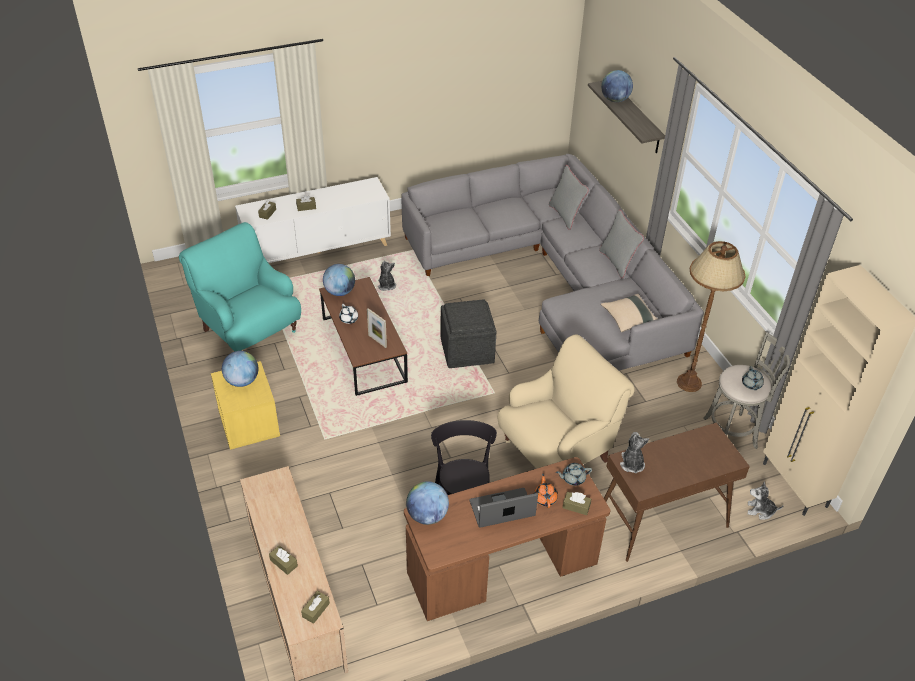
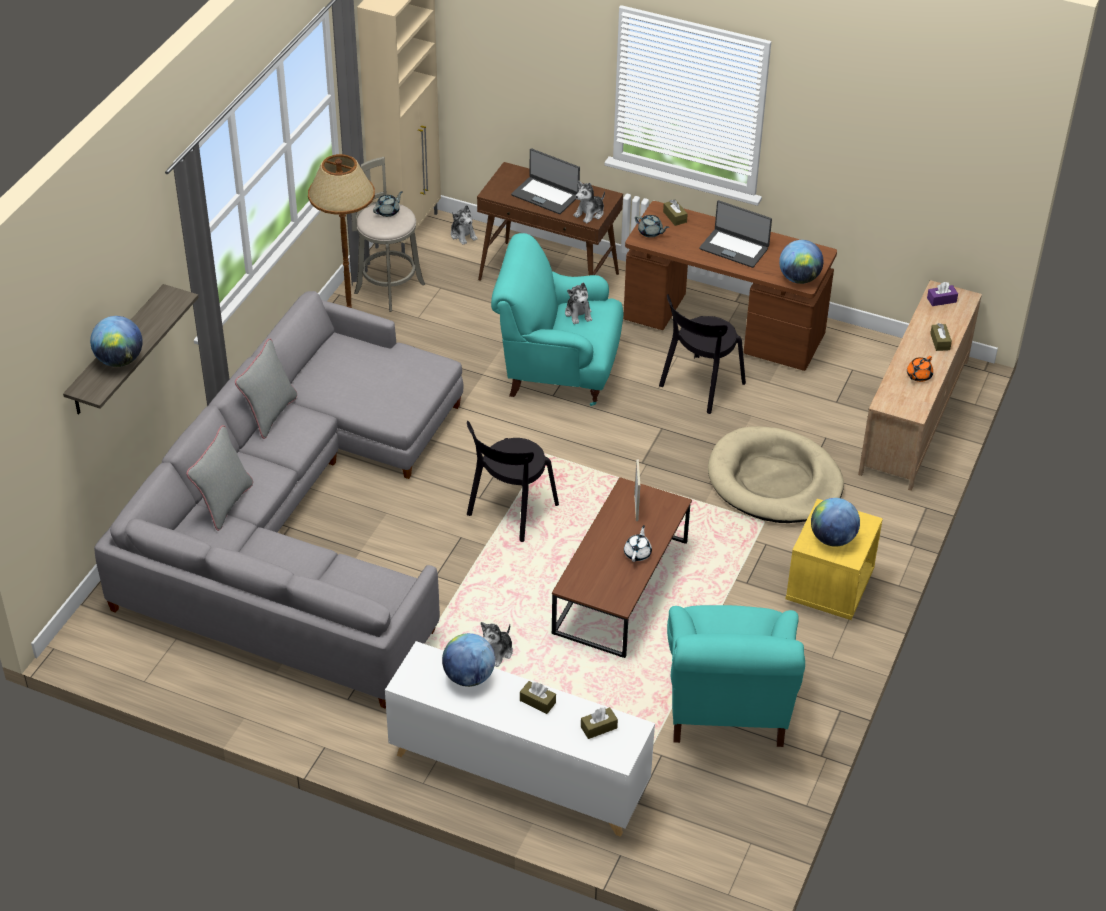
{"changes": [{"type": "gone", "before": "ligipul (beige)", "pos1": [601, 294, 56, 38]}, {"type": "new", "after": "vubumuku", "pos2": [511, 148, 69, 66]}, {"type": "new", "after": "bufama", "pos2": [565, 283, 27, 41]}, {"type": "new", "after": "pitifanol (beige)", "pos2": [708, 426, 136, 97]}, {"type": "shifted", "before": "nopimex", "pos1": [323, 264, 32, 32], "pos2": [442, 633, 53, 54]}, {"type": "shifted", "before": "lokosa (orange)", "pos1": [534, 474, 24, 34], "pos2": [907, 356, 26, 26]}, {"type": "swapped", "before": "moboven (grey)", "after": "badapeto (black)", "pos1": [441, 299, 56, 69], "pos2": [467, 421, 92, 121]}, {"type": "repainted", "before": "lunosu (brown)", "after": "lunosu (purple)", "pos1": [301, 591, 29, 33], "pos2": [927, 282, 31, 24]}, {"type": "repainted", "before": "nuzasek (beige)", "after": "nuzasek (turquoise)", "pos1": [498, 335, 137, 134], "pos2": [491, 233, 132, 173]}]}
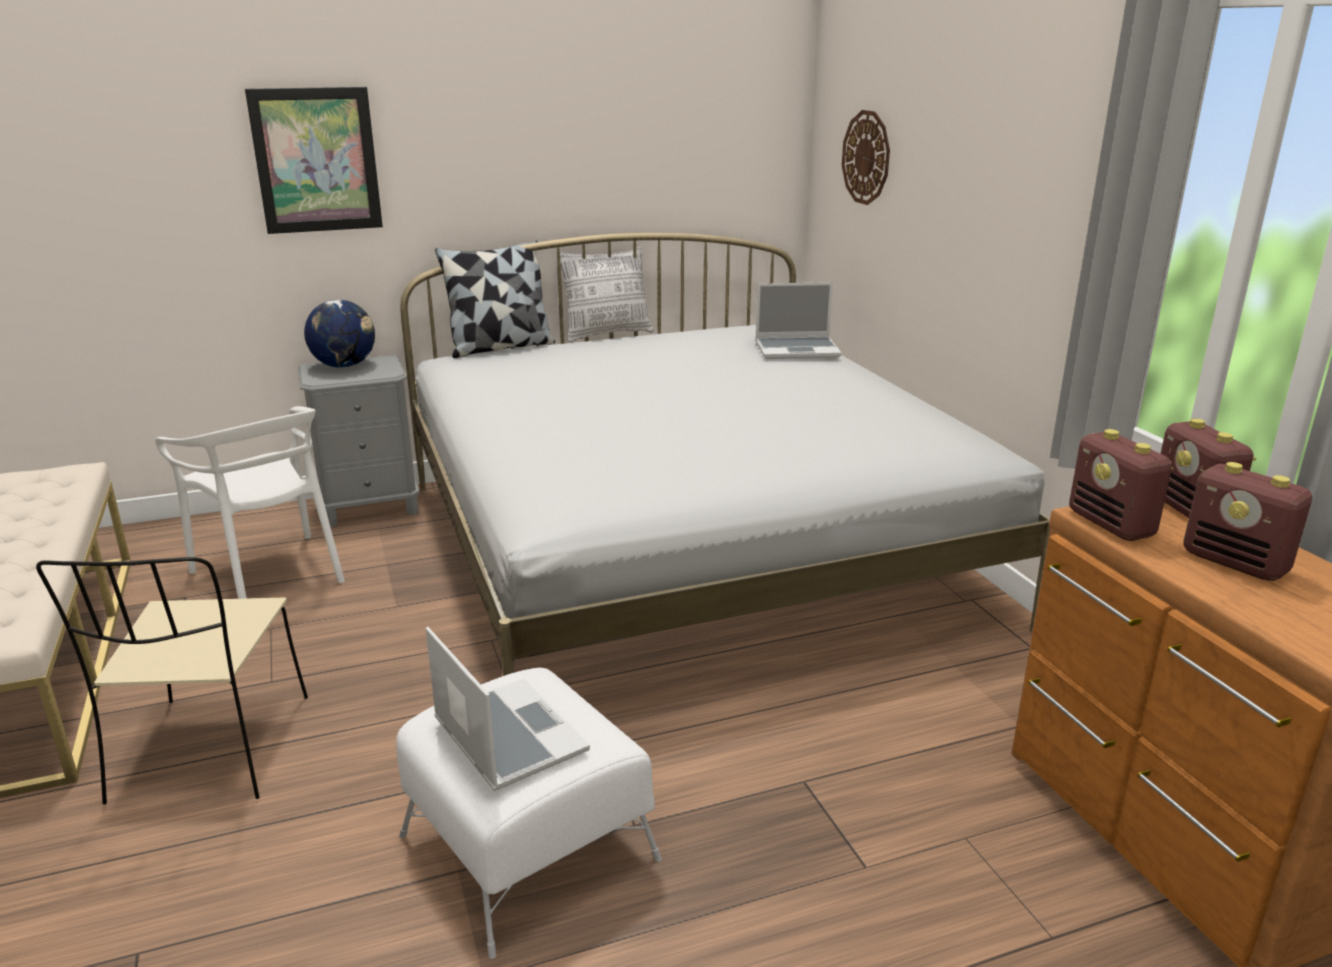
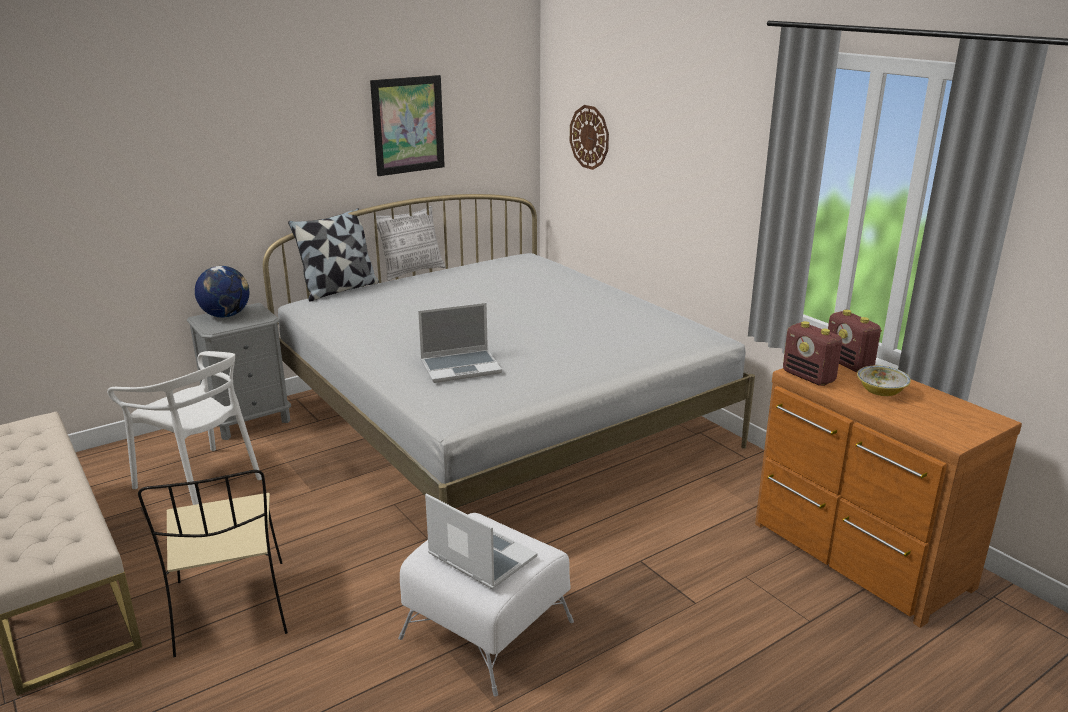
{"changes": [{"type": "shifted", "before": "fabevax", "pos1": [245, 87, 138, 147], "pos2": [370, 75, 75, 101]}, {"type": "shifted", "before": "vubumuku", "pos1": [755, 282, 87, 77], "pos2": [418, 303, 84, 80]}, {"type": "swapped", "before": "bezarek", "after": "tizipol", "pos1": [1183, 462, 129, 119], "pos2": [857, 365, 54, 31]}]}
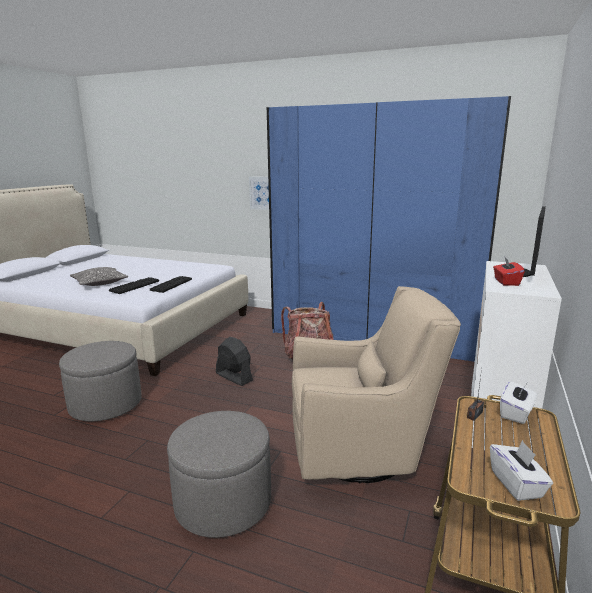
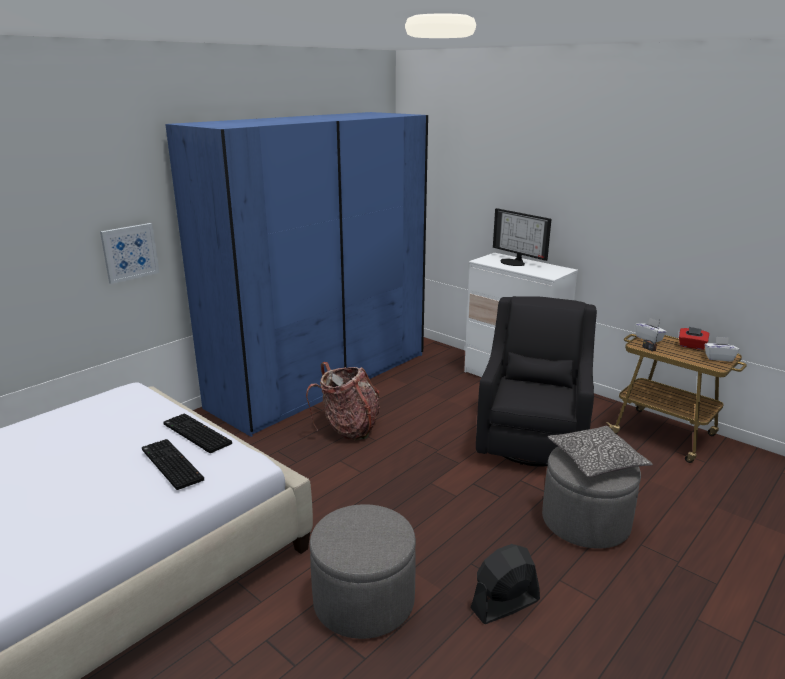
{"changes": [{"type": "shifted", "before": "ligipul", "pos1": [70, 267, 58, 19], "pos2": [548, 426, 105, 51]}, {"type": "shifted", "before": "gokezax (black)", "pos1": [216, 337, 37, 49], "pos2": [470, 544, 70, 80]}, {"type": "shifted", "before": "lunosu (red)", "pos1": [493, 256, 32, 30], "pos2": [679, 327, 30, 23]}, {"type": "repainted", "before": "nuzasek (beige)", "after": "nuzasek (black)", "pos1": [292, 286, 169, 197], "pos2": [476, 296, 121, 171]}]}
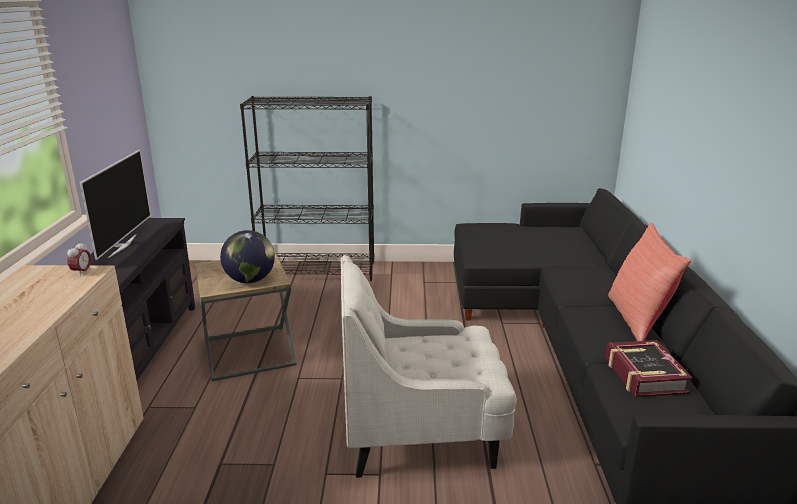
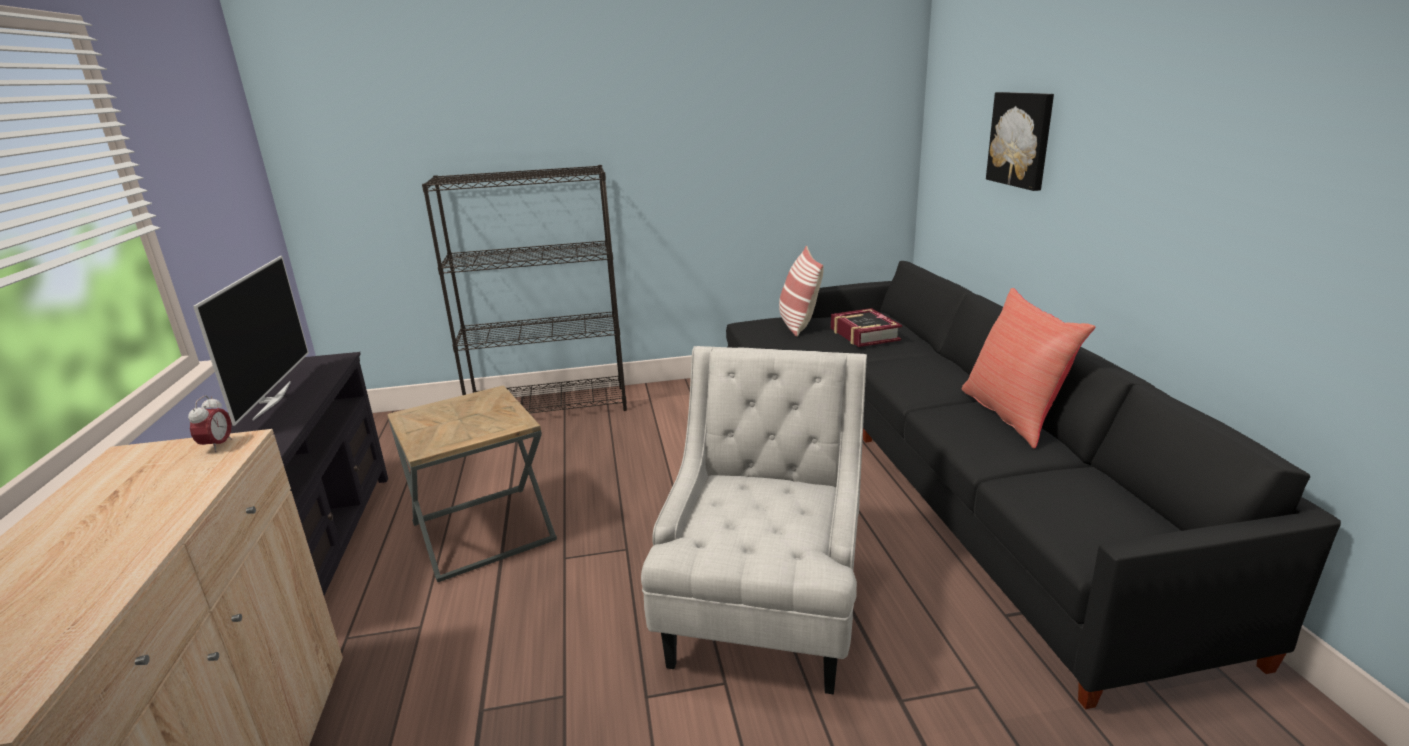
{"changes": [{"type": "gone", "before": "nopimex", "pos1": [220, 230, 55, 53]}, {"type": "new", "after": "ligipul", "pos2": [779, 246, 45, 91]}, {"type": "new", "after": "fabevax", "pos2": [986, 92, 68, 99]}, {"type": "shifted", "before": "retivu", "pos1": [605, 340, 88, 57], "pos2": [831, 308, 71, 39]}, {"type": "rotated", "before": "nuzasek (white)", "pos1": [341, 256, 176, 222], "pos2": [641, 346, 226, 348], "turn": 120}]}
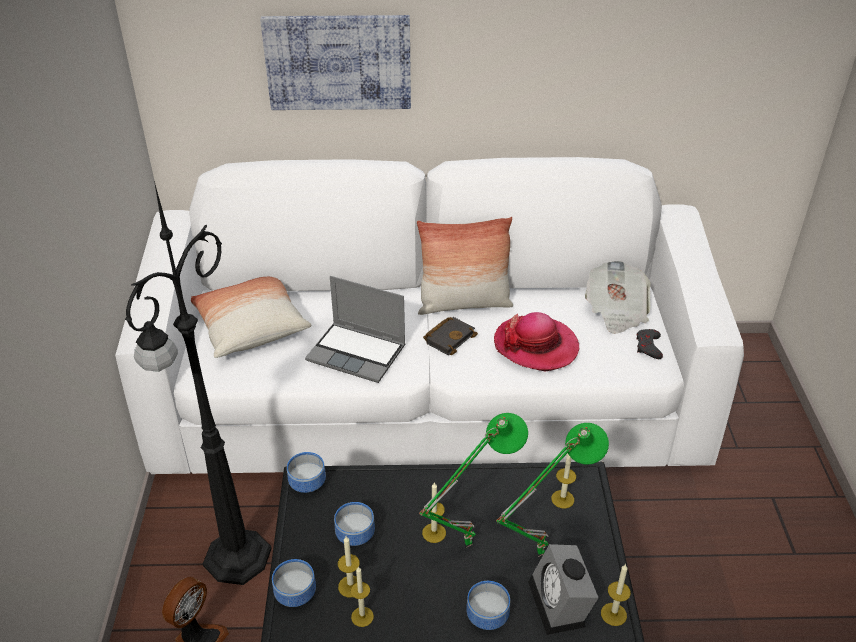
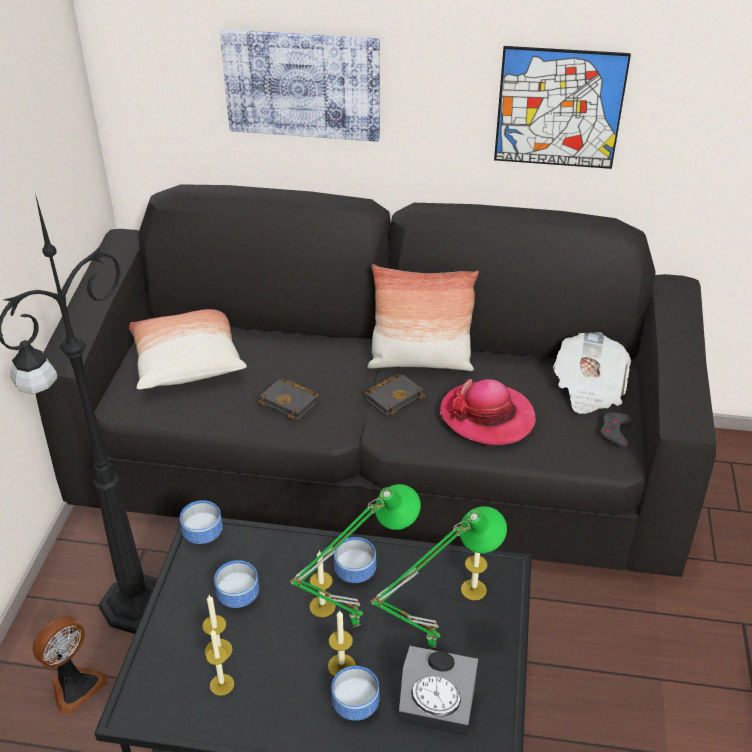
{"changes": [{"type": "new", "after": "fabevax", "pos2": [494, 46, 137, 123]}, {"type": "shifted", "before": "tizipol", "pos1": [272, 559, 44, 48], "pos2": [334, 537, 42, 46]}, {"type": "shifted", "before": "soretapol", "pos1": [601, 564, 30, 62], "pos2": [328, 610, 27, 67]}, {"type": "swapped", "before": "vubumuku", "after": "retivu (black)", "pos1": [305, 276, 100, 107], "pos2": [258, 379, 60, 41]}, {"type": "repainted", "before": "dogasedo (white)", "after": "dogasedo (black)", "pos1": [115, 157, 629, 317], "pos2": [36, 184, 680, 393]}, {"type": "rotated", "before": "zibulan", "pos1": [528, 544, 71, 91], "pos2": [398, 646, 80, 90], "turn": -75}]}
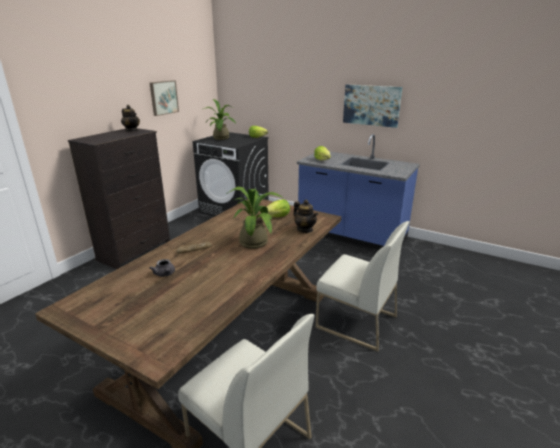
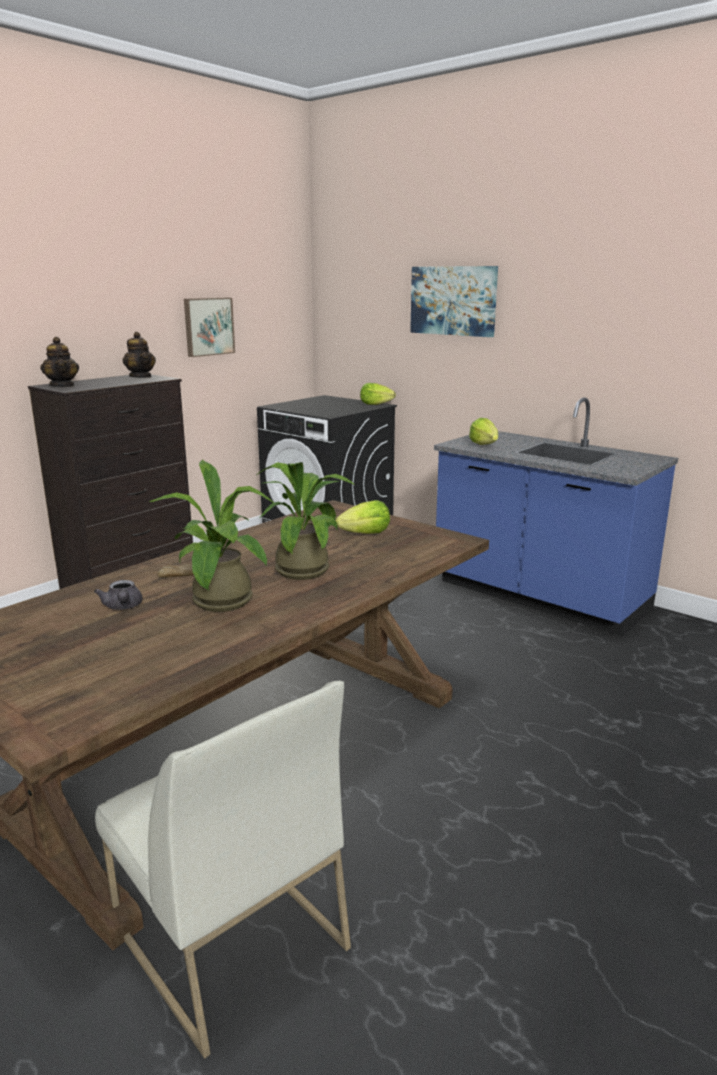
{"changes": [{"type": "gone", "before": "badapeto (white)", "pos1": [315, 221, 95, 131]}, {"type": "shifted", "before": "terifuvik", "pos1": [204, 99, 32, 41], "pos2": [149, 460, 126, 152]}, {"type": "shifted", "before": "lokosa", "pos1": [293, 200, 25, 33], "pos2": [40, 337, 39, 50]}, {"type": "shifted", "before": "fabevax", "pos1": [343, 84, 59, 44], "pos2": [410, 266, 88, 71]}]}
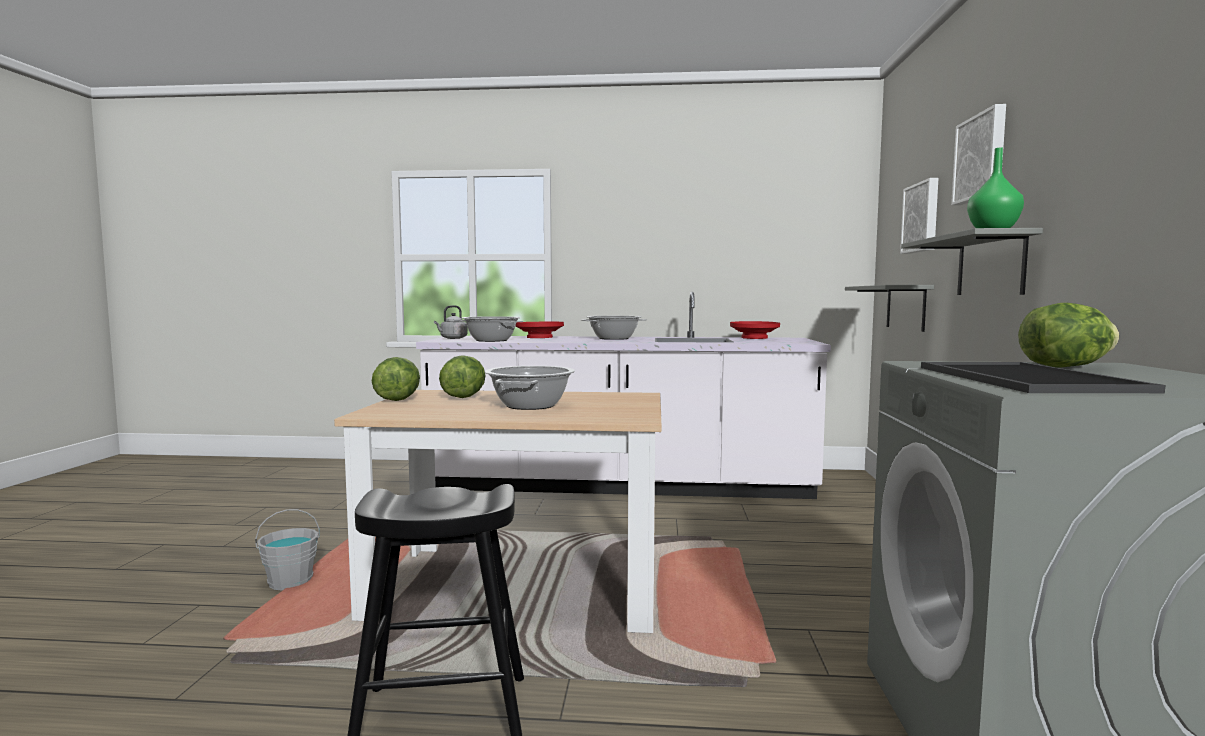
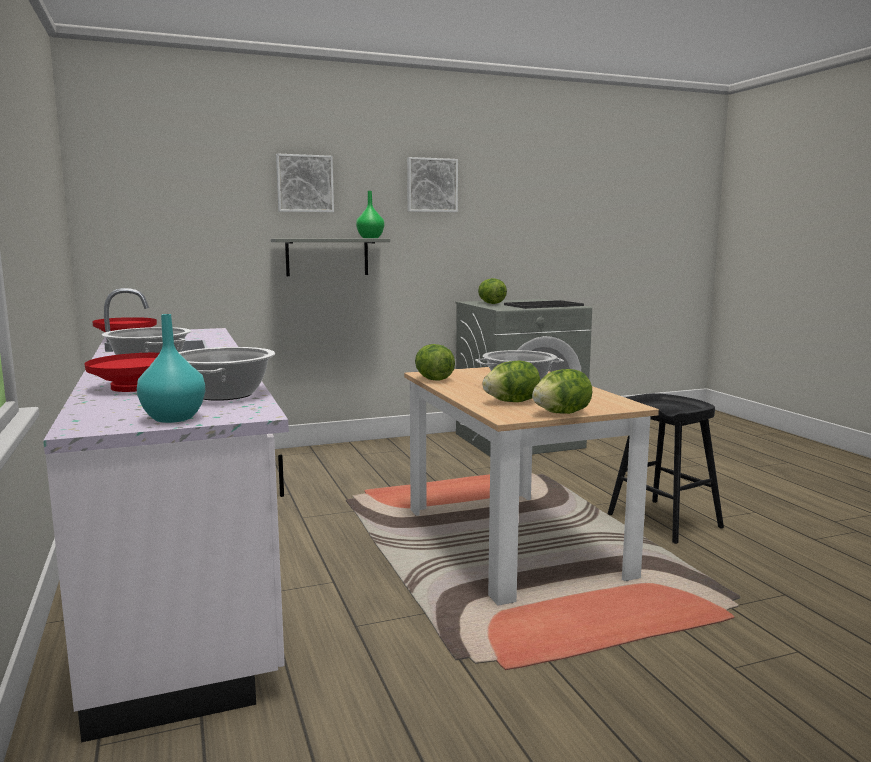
{"changes": [{"type": "gone", "before": "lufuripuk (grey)", "pos1": [255, 509, 65, 81]}, {"type": "gone", "before": "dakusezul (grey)", "pos1": [845, 285, 89, 47]}, {"type": "new", "after": "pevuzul", "pos2": [415, 344, 40, 37]}, {"type": "shifted", "before": "fabevax", "pos1": [900, 178, 38, 76], "pos2": [407, 157, 51, 55]}, {"type": "swapped", "before": "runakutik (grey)", "after": "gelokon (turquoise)", "pos1": [434, 305, 34, 34], "pos2": [137, 314, 68, 109]}]}
